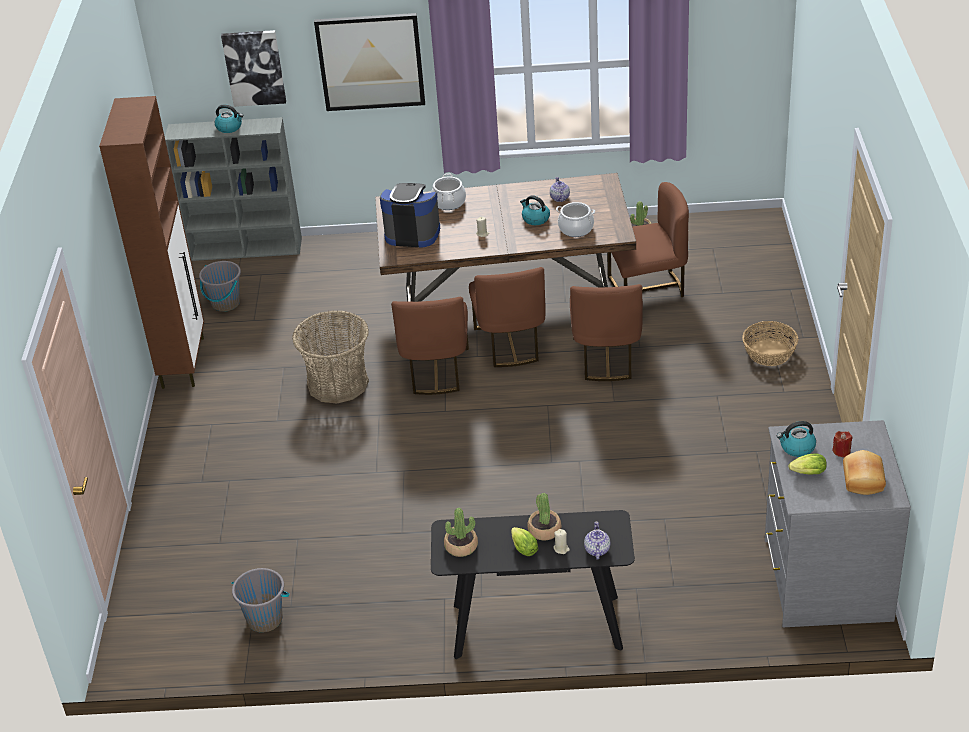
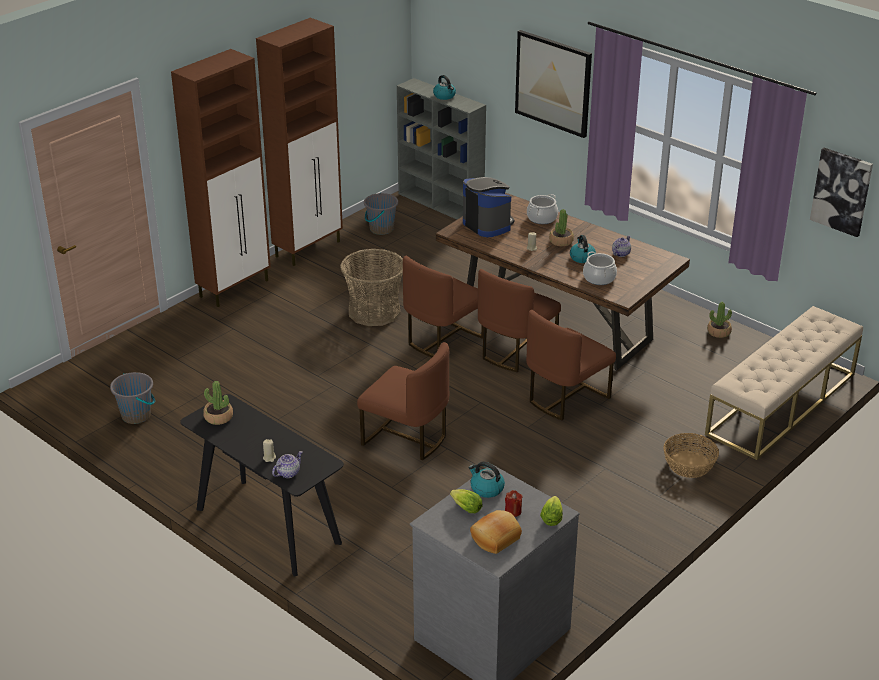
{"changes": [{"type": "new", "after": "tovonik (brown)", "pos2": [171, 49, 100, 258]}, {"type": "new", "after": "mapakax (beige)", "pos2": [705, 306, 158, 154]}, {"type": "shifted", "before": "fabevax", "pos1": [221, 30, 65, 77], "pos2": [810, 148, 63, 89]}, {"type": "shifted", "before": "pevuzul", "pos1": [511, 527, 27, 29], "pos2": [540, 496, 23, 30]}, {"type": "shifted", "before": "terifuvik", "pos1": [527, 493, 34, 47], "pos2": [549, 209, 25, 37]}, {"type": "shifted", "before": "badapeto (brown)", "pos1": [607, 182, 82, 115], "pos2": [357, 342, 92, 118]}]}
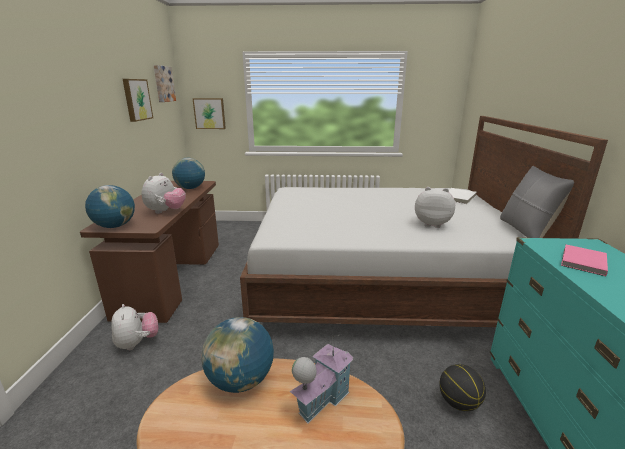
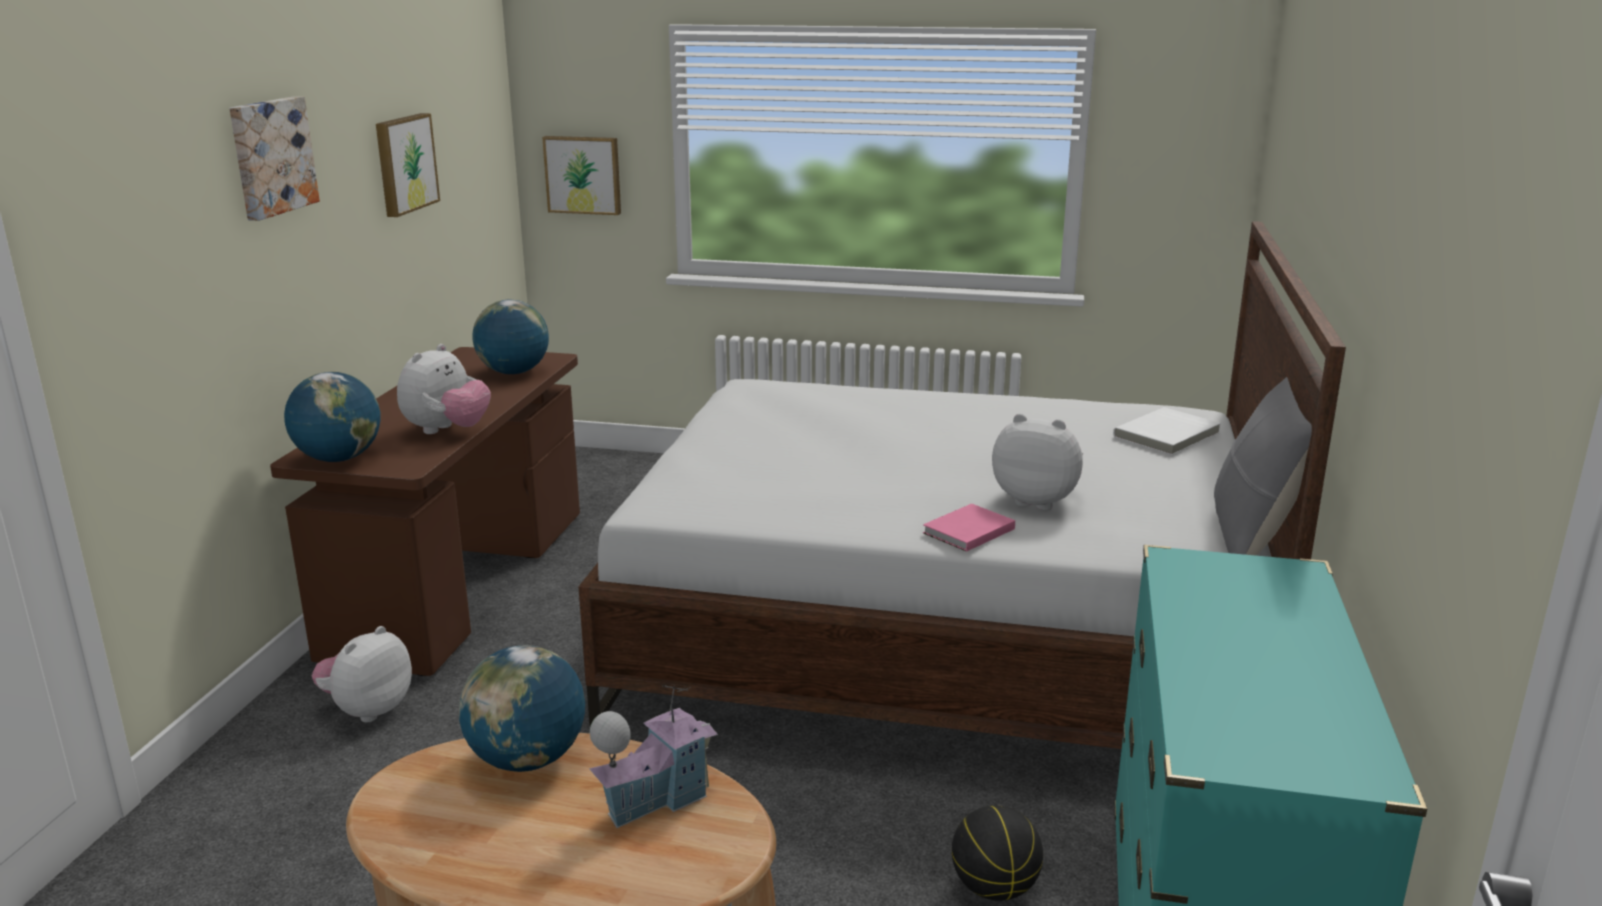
{"changes": [{"type": "shifted", "before": "fabevax", "pos1": [154, 65, 22, 37], "pos2": [229, 96, 91, 125]}, {"type": "shifted", "before": "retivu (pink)", "pos1": [561, 244, 47, 32], "pos2": [923, 503, 92, 49]}, {"type": "rotated", "before": "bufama", "pos1": [111, 304, 47, 46], "pos2": [312, 626, 100, 97], "turn": -135}]}
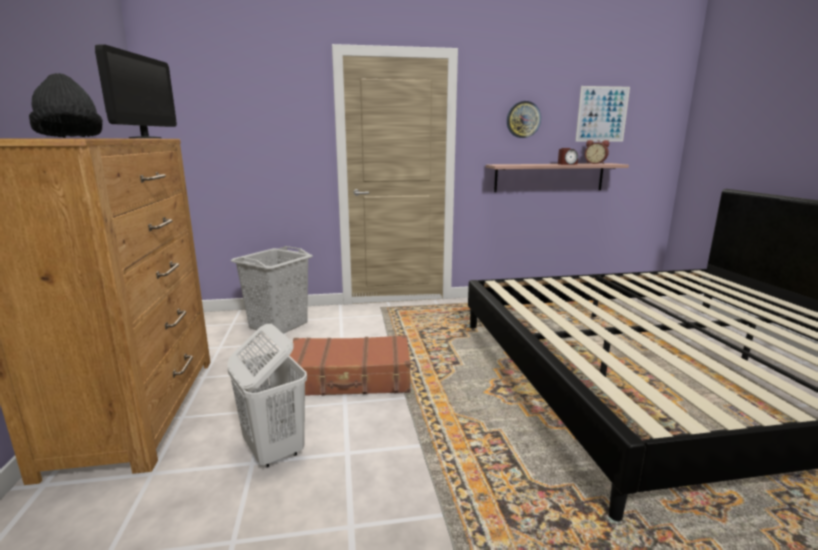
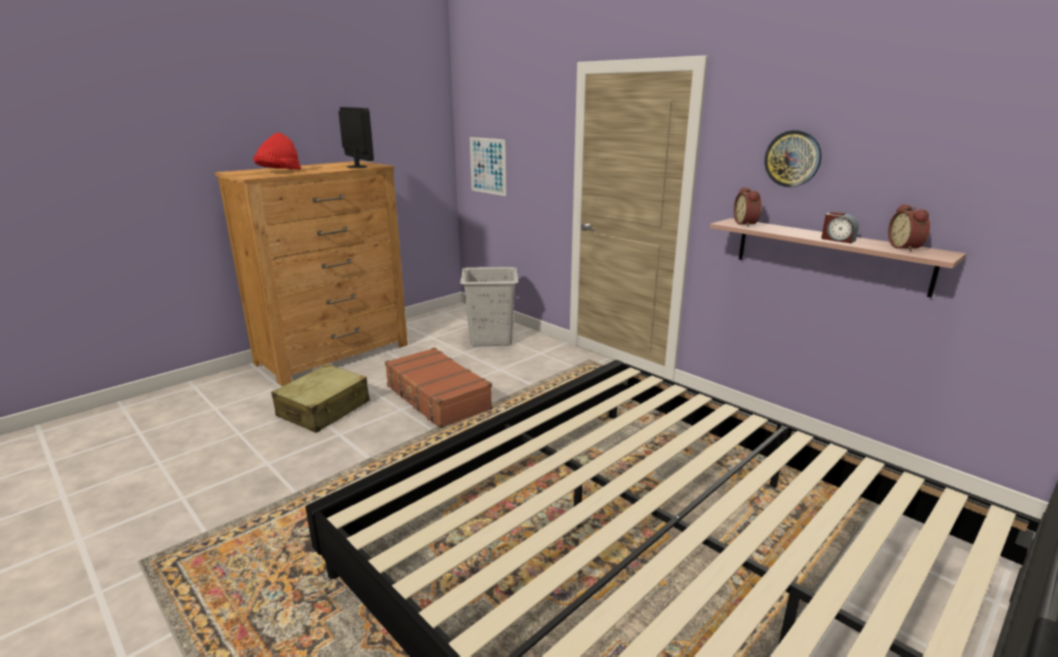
{"changes": [{"type": "new", "after": "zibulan", "pos2": [734, 187, 28, 40]}, {"type": "shifted", "before": "fabevax", "pos1": [576, 86, 54, 55], "pos2": [470, 137, 36, 59]}, {"type": "swapped", "before": "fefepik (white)", "after": "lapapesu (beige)", "pos1": [227, 324, 80, 144], "pos2": [271, 364, 99, 69]}, {"type": "repainted", "before": "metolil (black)", "after": "metolil (red)", "pos1": [29, 73, 74, 65], "pos2": [253, 133, 48, 37]}, {"type": "rotated", "before": "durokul", "pos1": [95, 44, 82, 94], "pos2": [338, 107, 36, 61], "turn": -90}]}
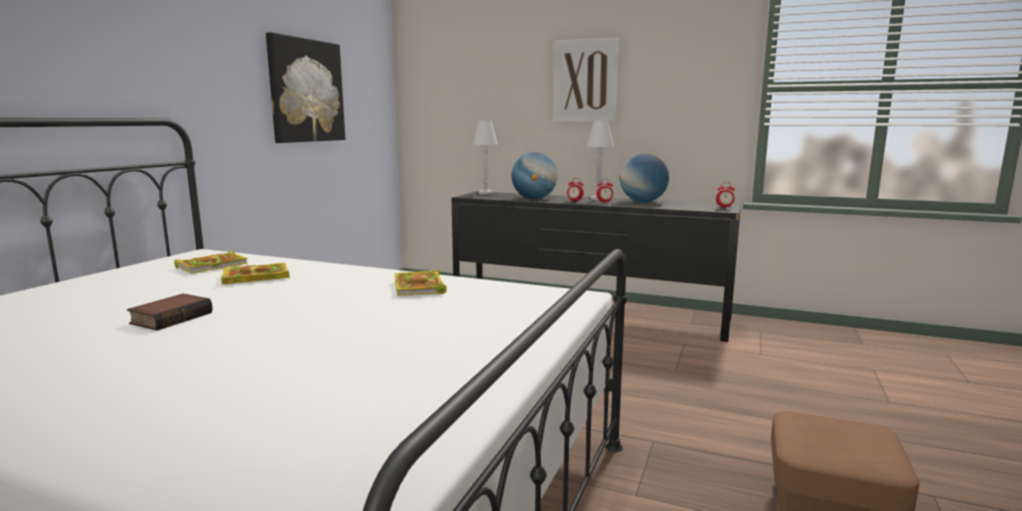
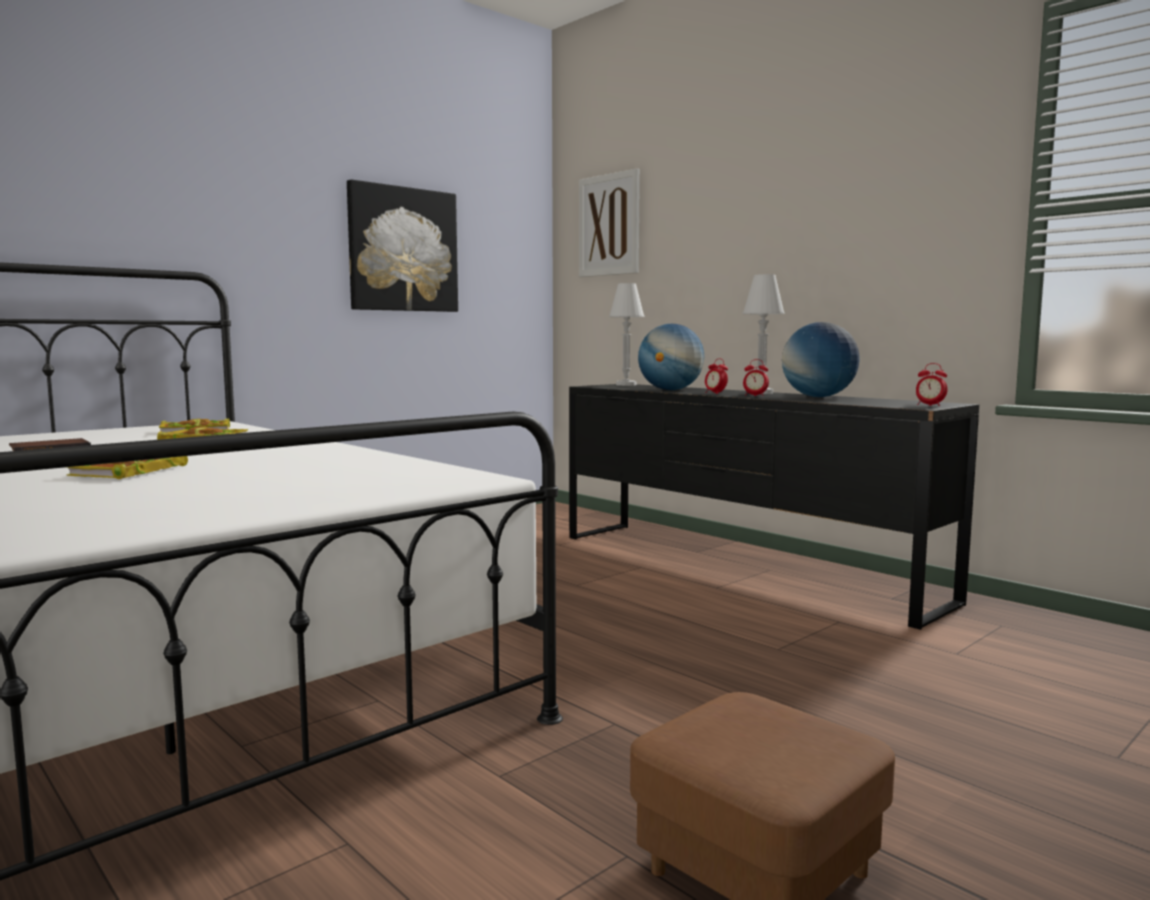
{"changes": [{"type": "shifted", "before": "retivu", "pos1": [394, 269, 53, 27], "pos2": [67, 456, 121, 23]}, {"type": "shifted", "before": "fabevax", "pos1": [553, 37, 67, 85], "pos2": [579, 168, 61, 109]}]}
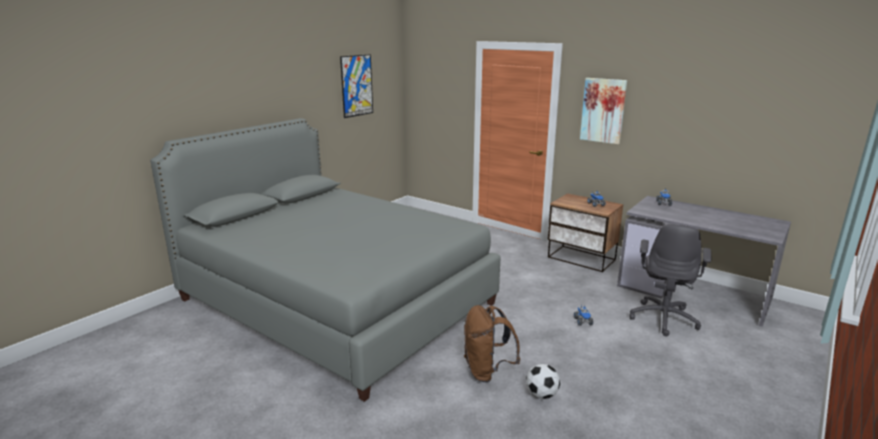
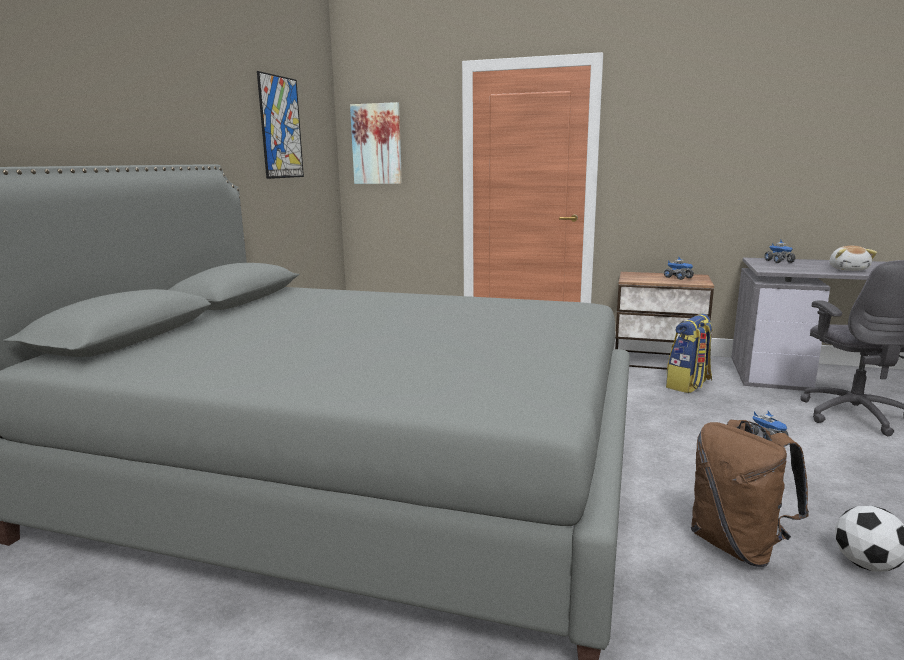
{"changes": [{"type": "new", "after": "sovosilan", "pos2": [666, 314, 47, 79]}, {"type": "new", "after": "bufama", "pos2": [830, 246, 47, 25]}, {"type": "shifted", "before": "fabevax", "pos1": [580, 78, 47, 66], "pos2": [350, 102, 52, 82]}]}
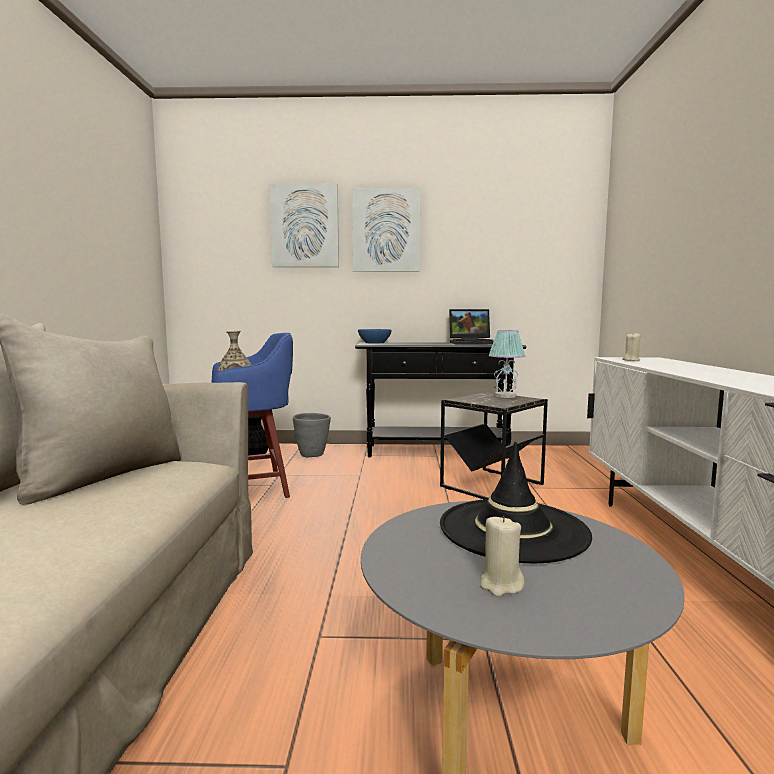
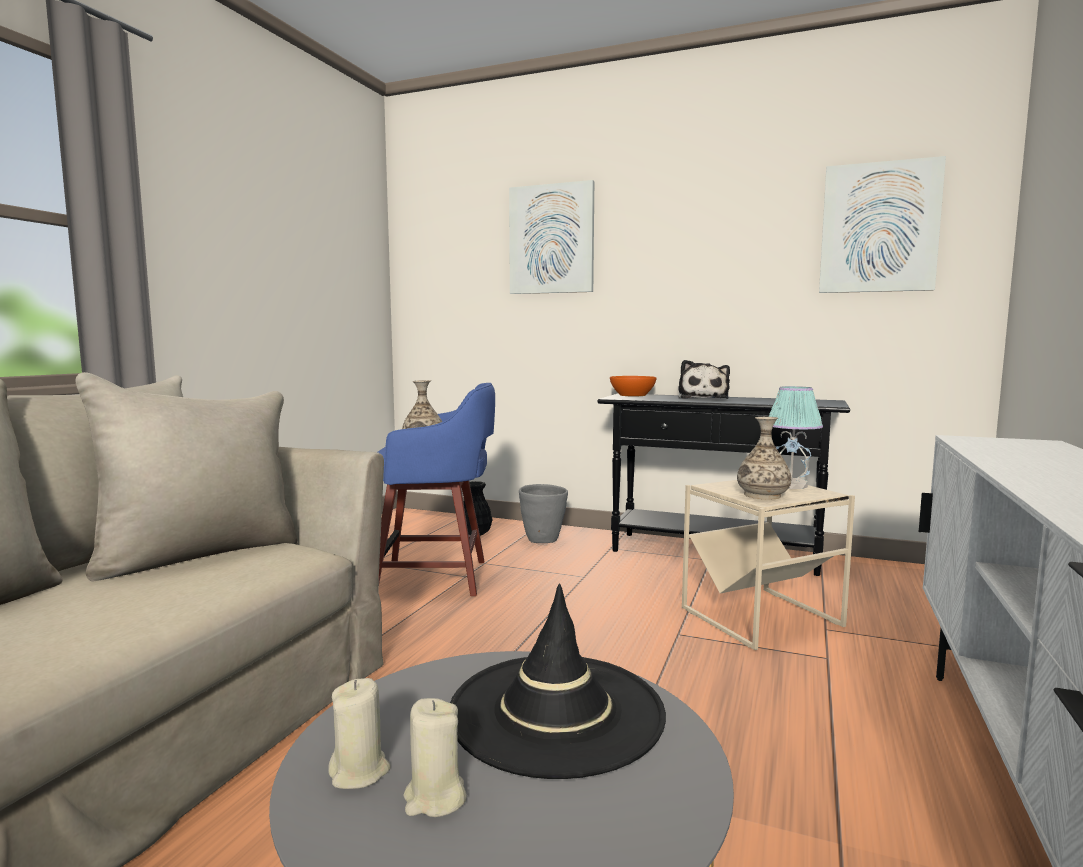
{"changes": [{"type": "gone", "before": "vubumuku", "pos1": [449, 309, 45, 35]}, {"type": "new", "after": "bufama", "pos2": [678, 360, 52, 39]}, {"type": "new", "after": "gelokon", "pos2": [737, 417, 54, 83]}, {"type": "shifted", "before": "fabevax", "pos1": [352, 188, 68, 84], "pos2": [819, 156, 127, 137]}, {"type": "shifted", "before": "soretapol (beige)", "pos1": [622, 334, 19, 27], "pos2": [328, 678, 63, 111]}, {"type": "repainted", "before": "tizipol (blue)", "after": "tizipol (orange)", "pos1": [358, 329, 34, 14], "pos2": [610, 376, 46, 20]}, {"type": "repainted", "before": "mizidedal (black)", "after": "mizidedal (beige)", "pos1": [440, 392, 108, 107], "pos2": [682, 480, 173, 170]}]}
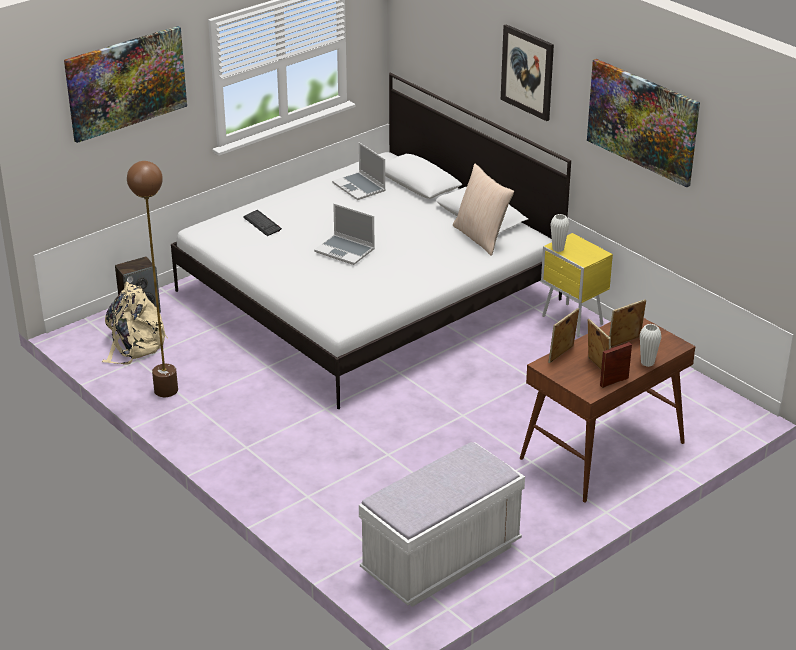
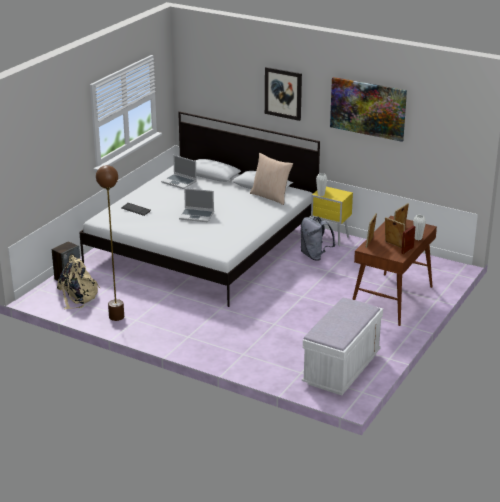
{"changes": [{"type": "gone", "before": "fabevax", "pos1": [64, 26, 123, 117]}, {"type": "new", "after": "sovosilan (grey)", "pos2": [301, 216, 34, 45]}]}
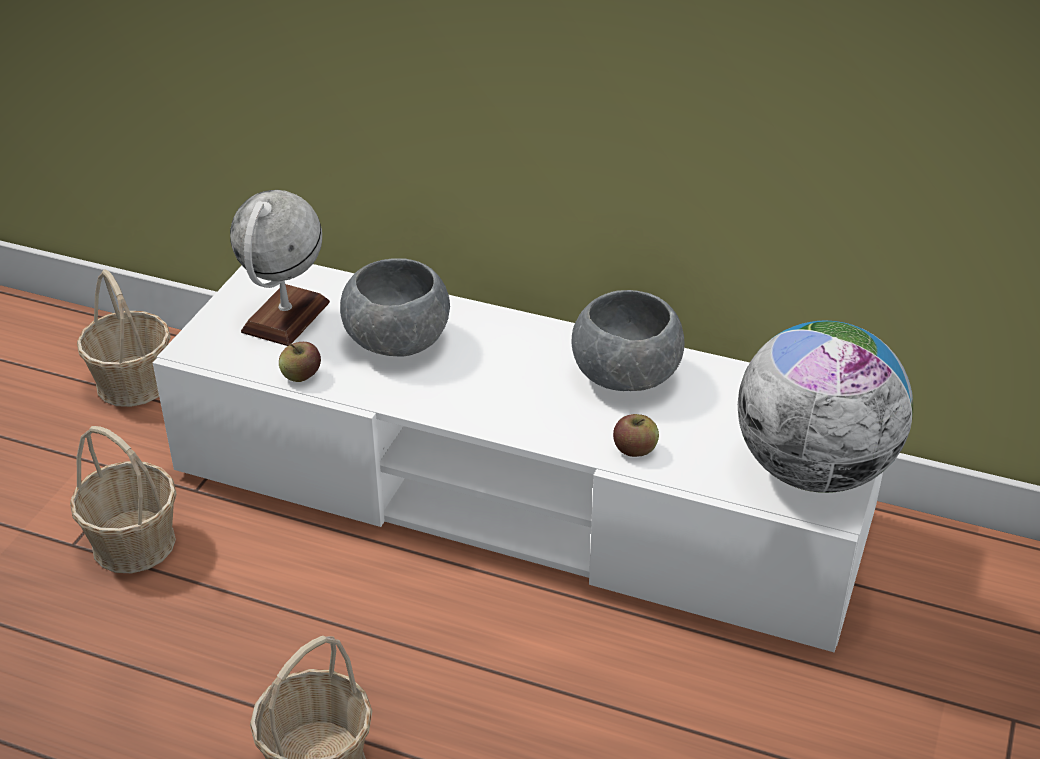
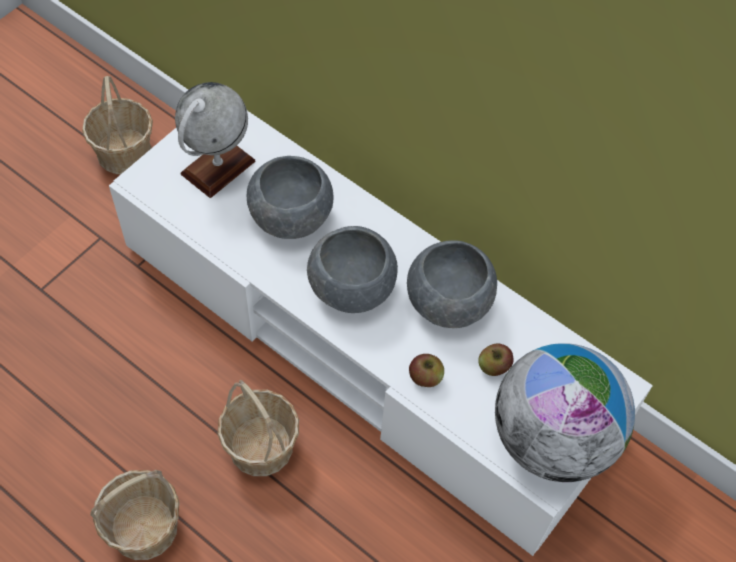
{"changes": [{"type": "new", "after": "tizipol (grey)", "pos2": [307, 226, 91, 87]}, {"type": "shifted", "before": "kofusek", "pos1": [70, 426, 107, 147], "pos2": [218, 380, 81, 96]}, {"type": "shifted", "before": "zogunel", "pos1": [279, 342, 42, 40], "pos2": [478, 344, 36, 32]}]}
